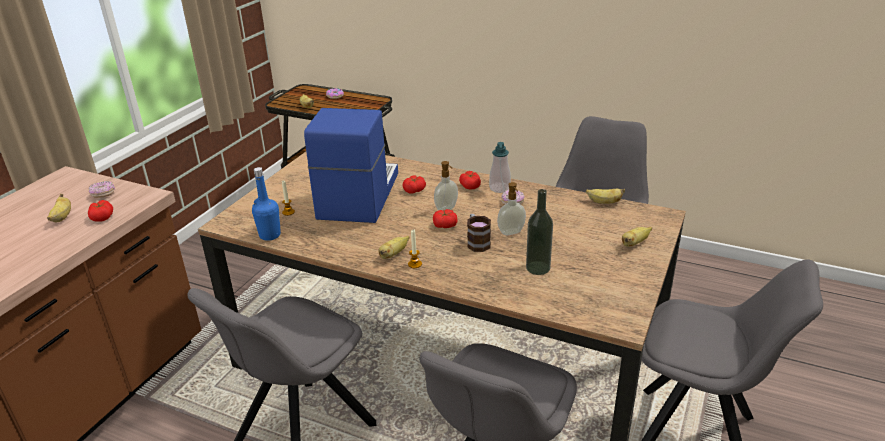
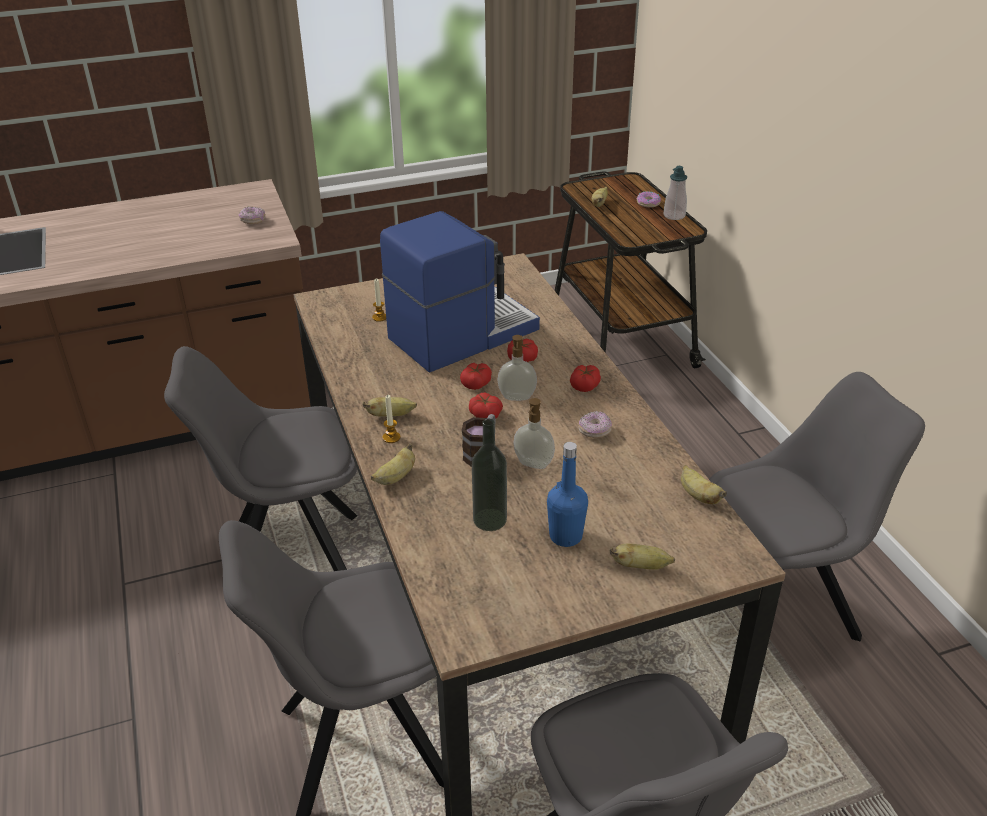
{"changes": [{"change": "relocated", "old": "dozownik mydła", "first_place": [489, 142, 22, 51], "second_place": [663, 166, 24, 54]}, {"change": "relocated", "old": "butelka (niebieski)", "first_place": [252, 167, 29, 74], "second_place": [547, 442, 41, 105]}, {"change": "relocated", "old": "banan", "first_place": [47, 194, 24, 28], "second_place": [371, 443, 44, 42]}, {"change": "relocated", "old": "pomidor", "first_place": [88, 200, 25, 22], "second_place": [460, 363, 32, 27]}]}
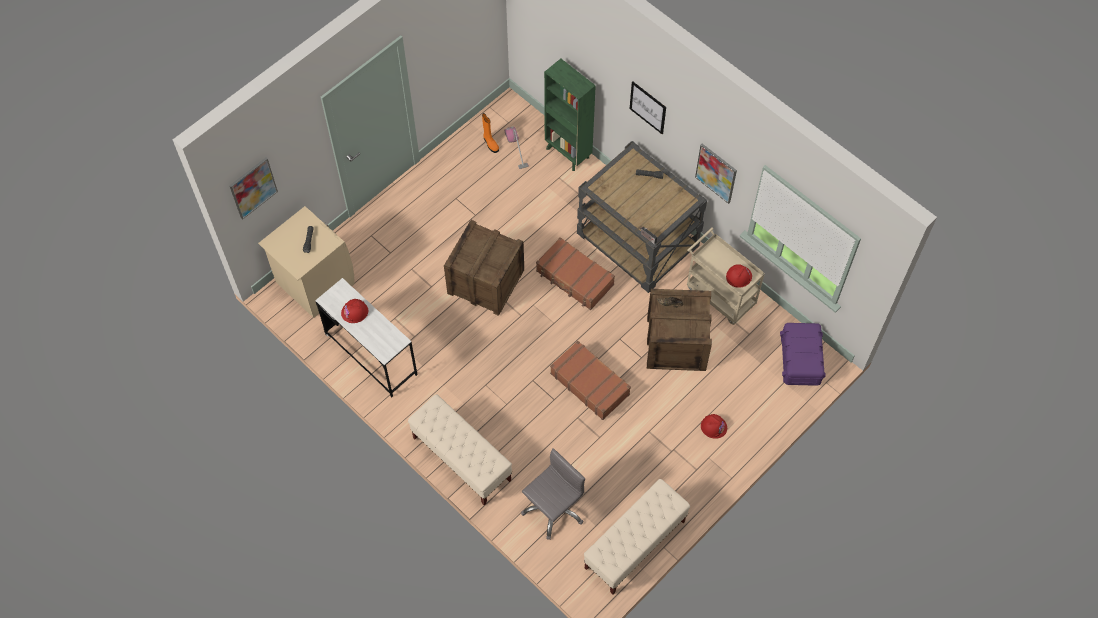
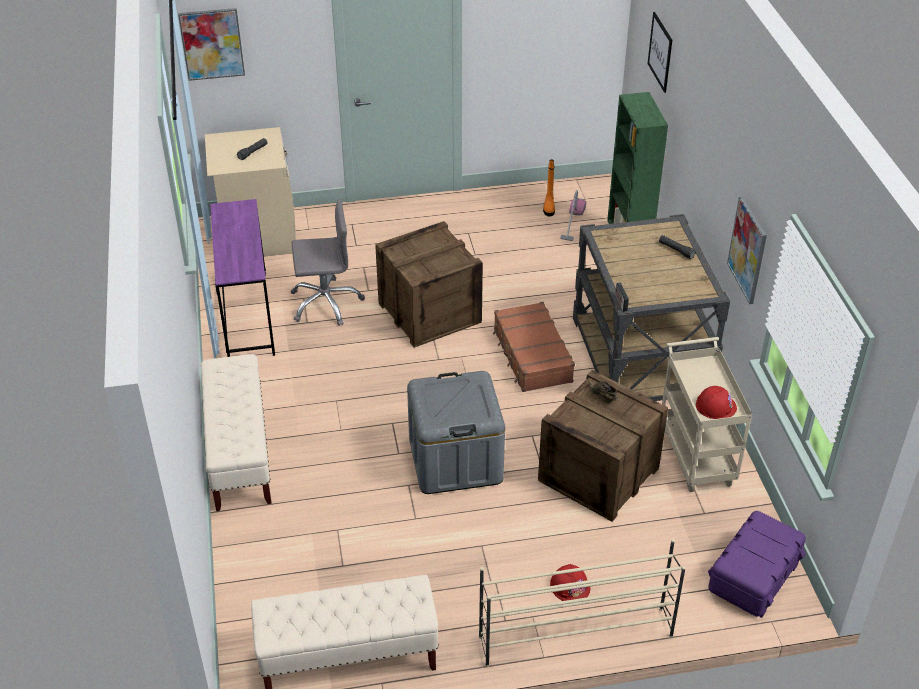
{"changes": [{"change": "relocated", "old": "obraz", "first_place": [630, 81, 36, 53], "second_place": [647, 12, 25, 81]}, {"change": "colour", "old": "biurko (biały)", "new": "biurko (fioletowy)", "first_place": [315, 278, 103, 119], "second_place": [210, 199, 65, 158]}, {"change": "missing", "old": "kask (czerwony)", "first_place": [341, 299, 27, 24]}, {"change": "exchanged", "old": "walizka (brązowy)", "new": "pojemnik do przechowywania (szary)", "first_place": [550, 341, 81, 79], "second_place": [407, 371, 98, 123]}, {"change": "relocated", "old": "krzesło biurowe (szary)", "first_place": [521, 448, 64, 92], "second_place": [291, 199, 74, 127]}, {"change": "appeared", "new": "regał na buty (beżowy)", "second_place": [479, 539, 207, 128]}]}
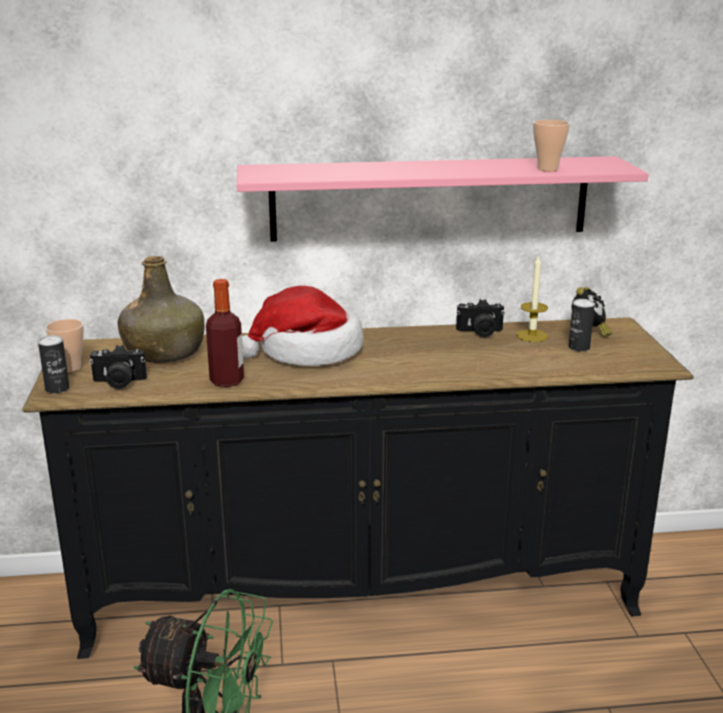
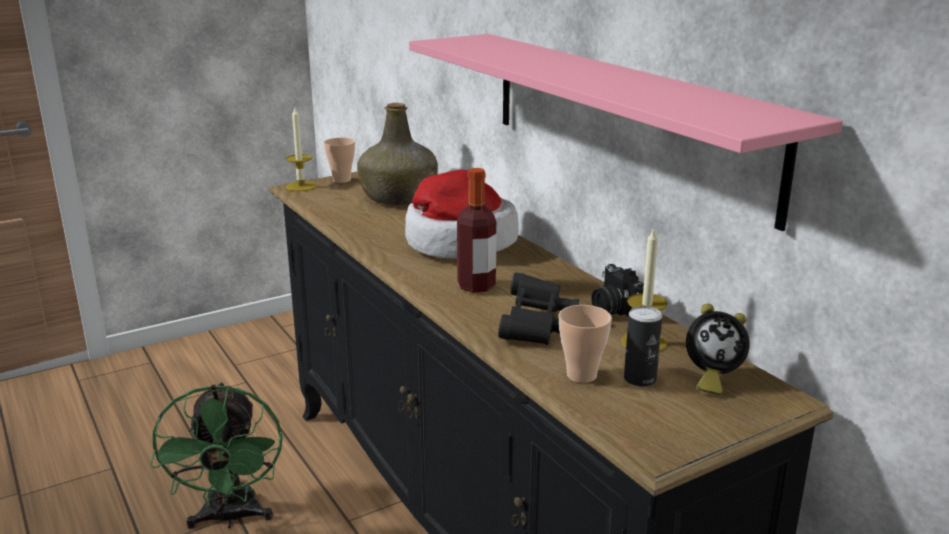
{"changes": [{"change": "relocated", "old": "filiżanka", "first_place": [533, 120, 37, 51], "second_place": [559, 305, 53, 78]}, {"change": "relocated", "old": "butelka", "first_place": [206, 279, 38, 108], "second_place": [457, 168, 39, 125]}, {"change": "exchanged", "old": "puszka", "new": "świeca", "first_place": [38, 335, 31, 59], "second_place": [286, 108, 31, 83]}, {"change": "missing", "old": "aparat fotograficzny", "first_place": [90, 345, 57, 44]}, {"change": "appeared", "new": "lornetka (czarny)", "second_place": [498, 273, 81, 72]}]}
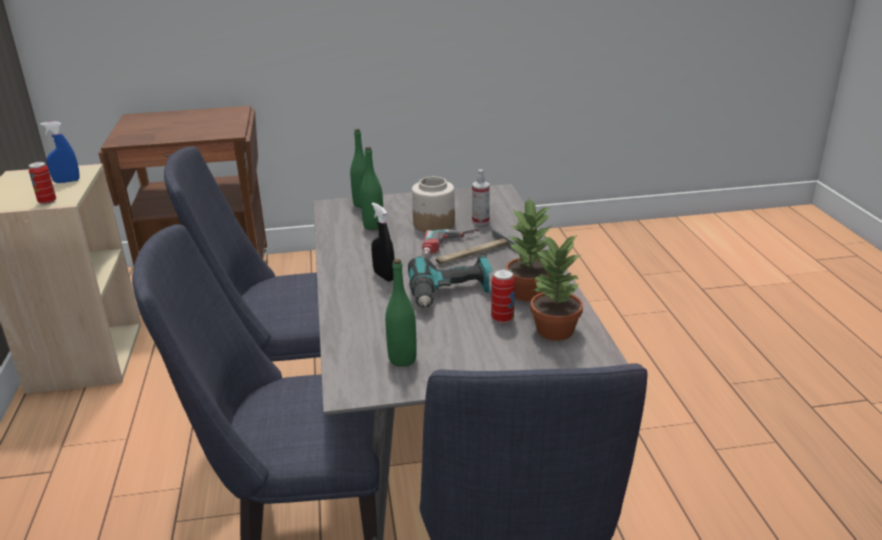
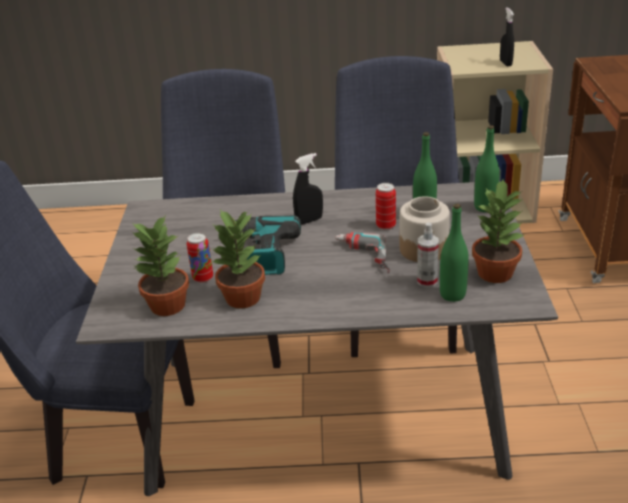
{"changes": [{"change": "colour", "old": "spryskiwacz (niebieski)", "new": "spryskiwacz (czarny)", "first_place": [40, 121, 40, 62], "second_place": [500, 7, 14, 59]}, {"change": "relocated", "old": "puszka", "first_place": [29, 162, 27, 43], "second_place": [376, 183, 20, 47]}, {"change": "missing", "old": "młotek", "first_place": [436, 228, 83, 37]}, {"change": "relocated", "old": "butelka (zielony)", "first_place": [385, 259, 32, 108], "second_place": [440, 204, 29, 98]}, {"change": "appeared", "new": "roślina doniczkowa", "second_place": [472, 179, 52, 104]}]}
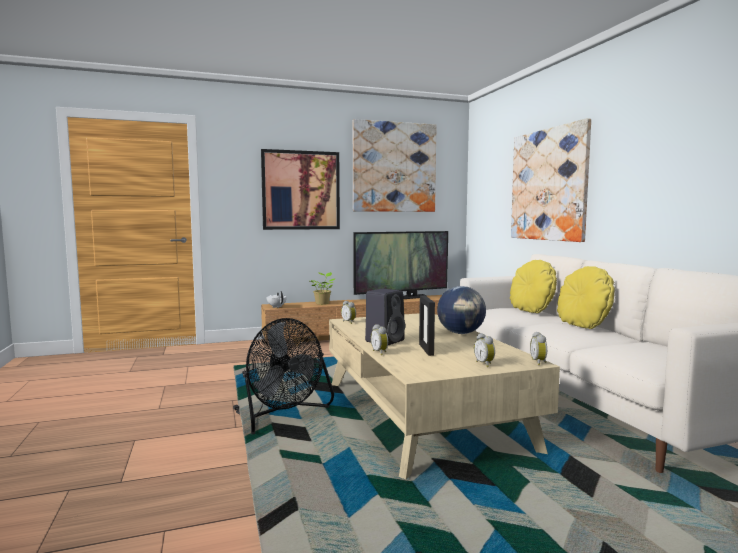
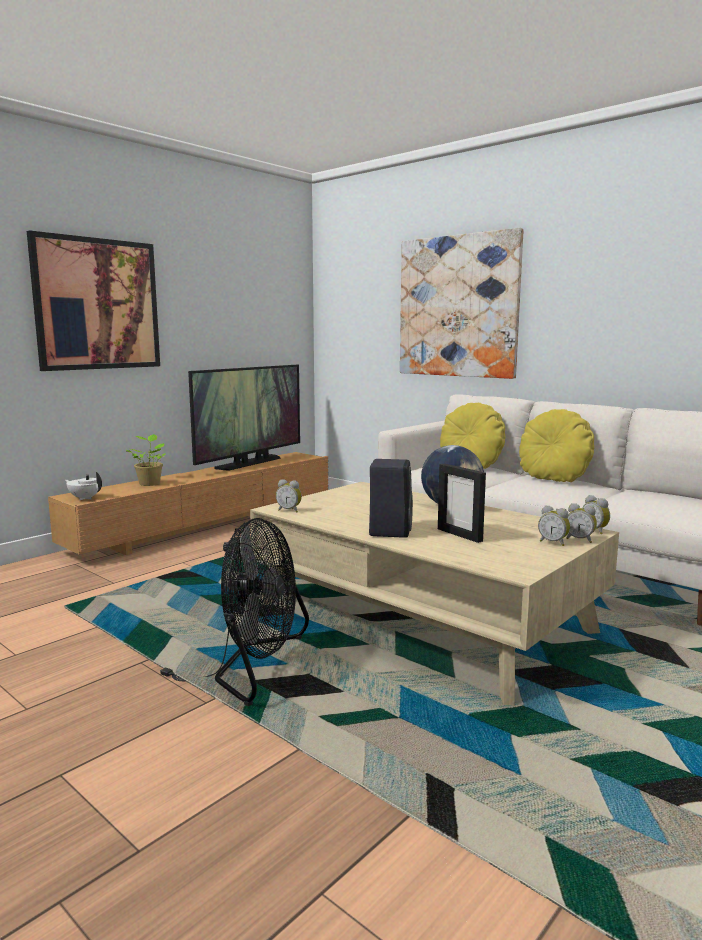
{"changes": [{"change": "missing", "old": "obraz", "first_place": [353, 119, 83, 93]}, {"change": "relocated", "old": "budzik", "first_place": [371, 324, 17, 31], "second_place": [566, 503, 31, 40]}]}
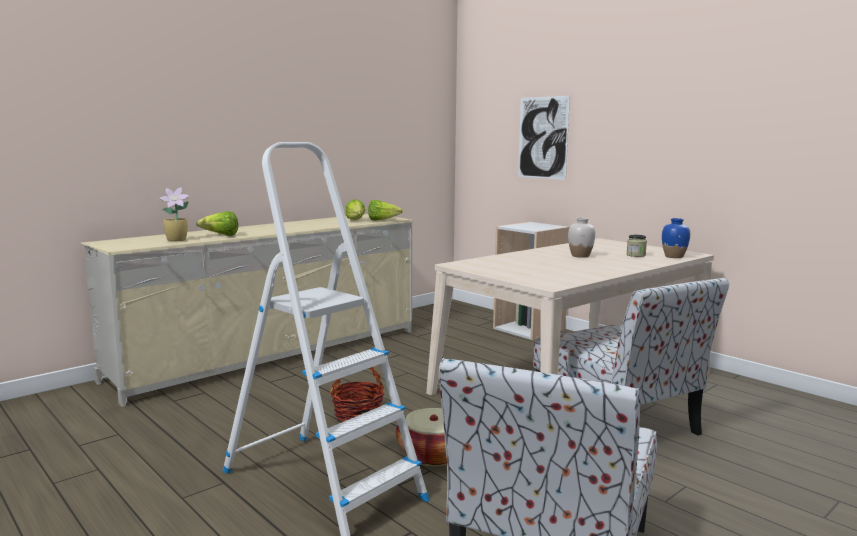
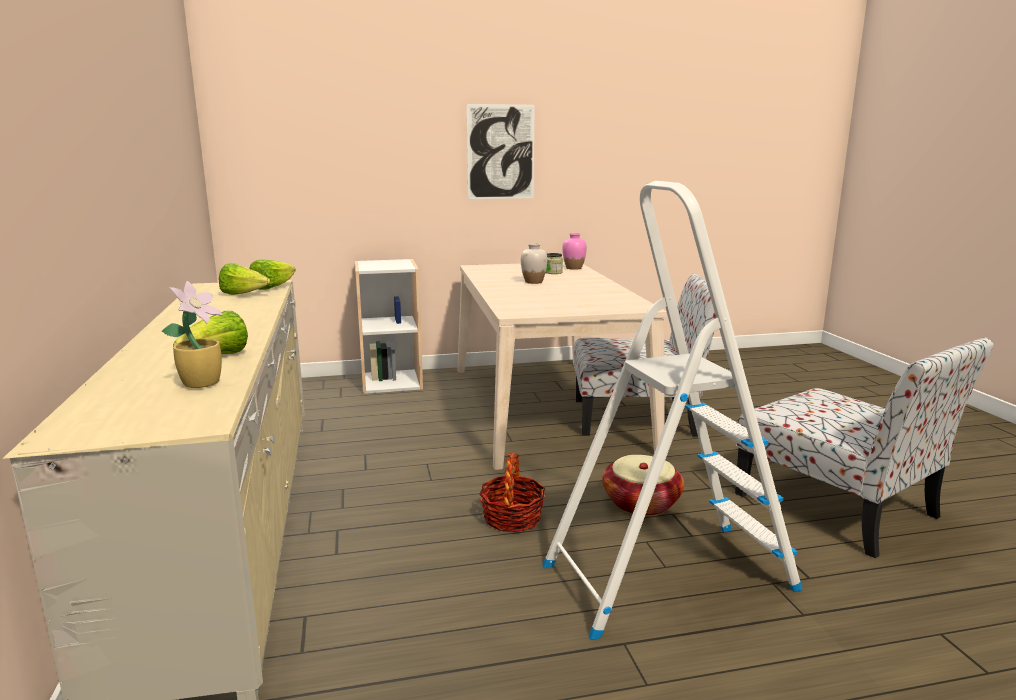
{"changes": [{"change": "relocated", "old": "obraz", "first_place": [518, 96, 52, 84], "second_place": [467, 104, 68, 95]}, {"change": "colour", "old": "wazon (niebieski)", "new": "wazon (różowy)", "first_place": [662, 218, 28, 40], "second_place": [562, 233, 25, 37]}]}
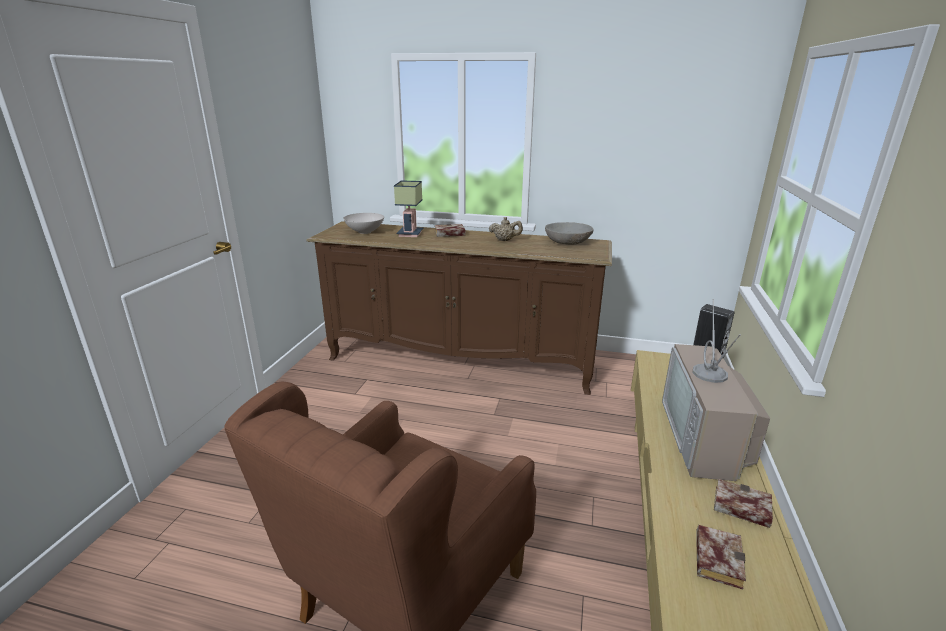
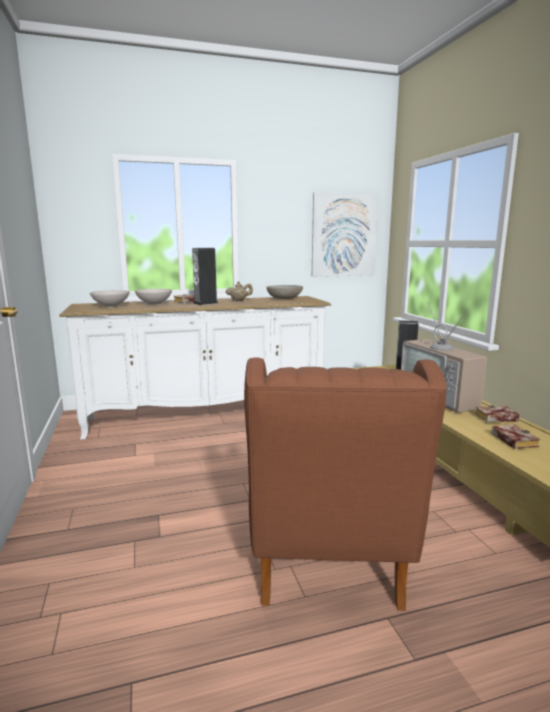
{"changes": [{"change": "exchanged", "old": "lampa stołowa", "new": "miska (biały)", "first_place": [394, 180, 29, 57], "second_place": [135, 289, 37, 16]}, {"change": "colour", "old": "szafka (brązowy)", "new": "szafka (biały)", "first_place": [306, 221, 306, 174], "second_place": [59, 296, 272, 144]}, {"change": "appeared", "new": "obraz", "second_place": [312, 192, 66, 85]}, {"change": "appeared", "new": "głośnik", "second_place": [192, 248, 26, 57]}]}
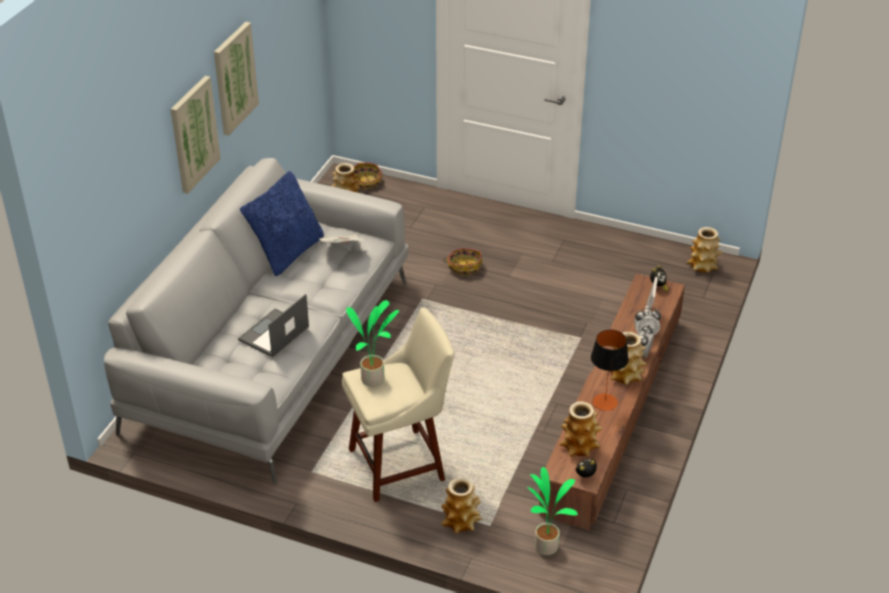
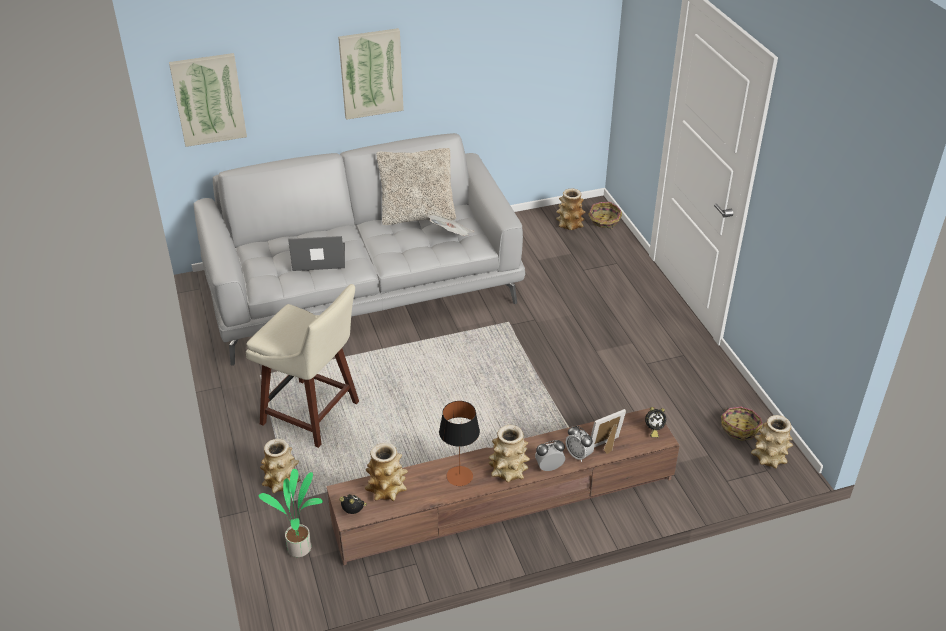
{"changes": [{"change": "relocated", "old": "obraz", "first_place": [214, 22, 45, 114], "second_place": [169, 53, 78, 94]}, {"change": "colour", "old": "poduszka (niebieski)", "new": "poduszka (beżowy)", "first_place": [240, 171, 84, 105], "second_place": [376, 148, 80, 77]}, {"change": "relocated", "old": "koszyk", "first_place": [442, 248, 40, 28], "second_place": [721, 407, 42, 34]}, {"change": "missing", "old": "roślina doniczkowa", "first_place": [346, 300, 53, 87]}]}
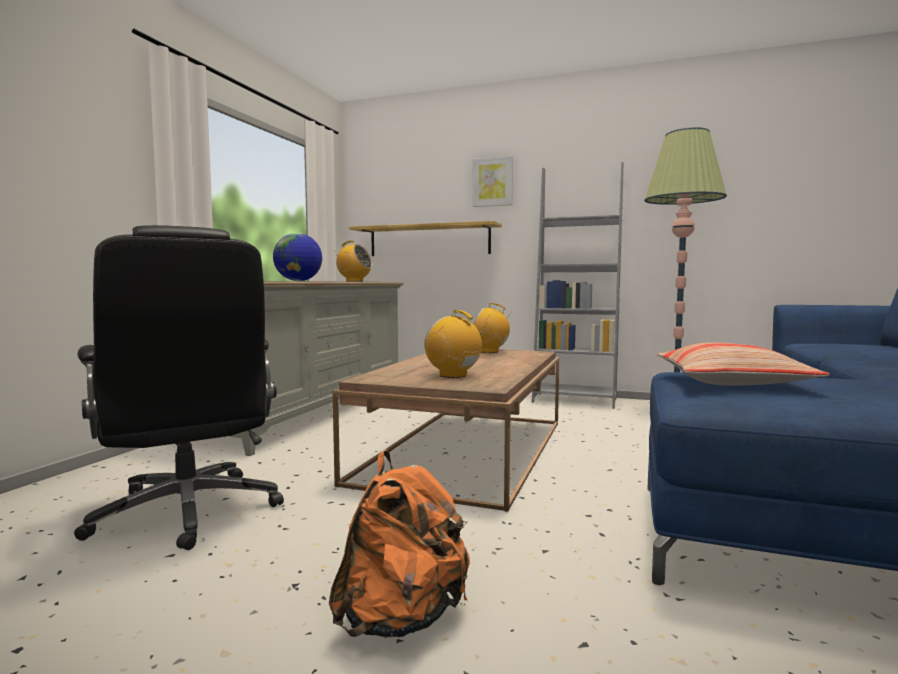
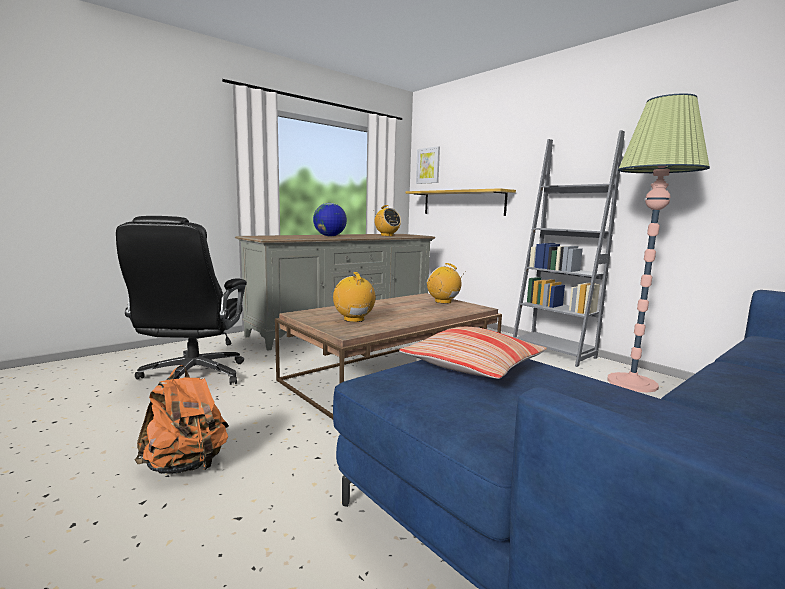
{"changes": [{"change": "relocated", "old": "obraz", "first_place": [472, 156, 41, 51], "second_place": [416, 146, 24, 38]}]}
